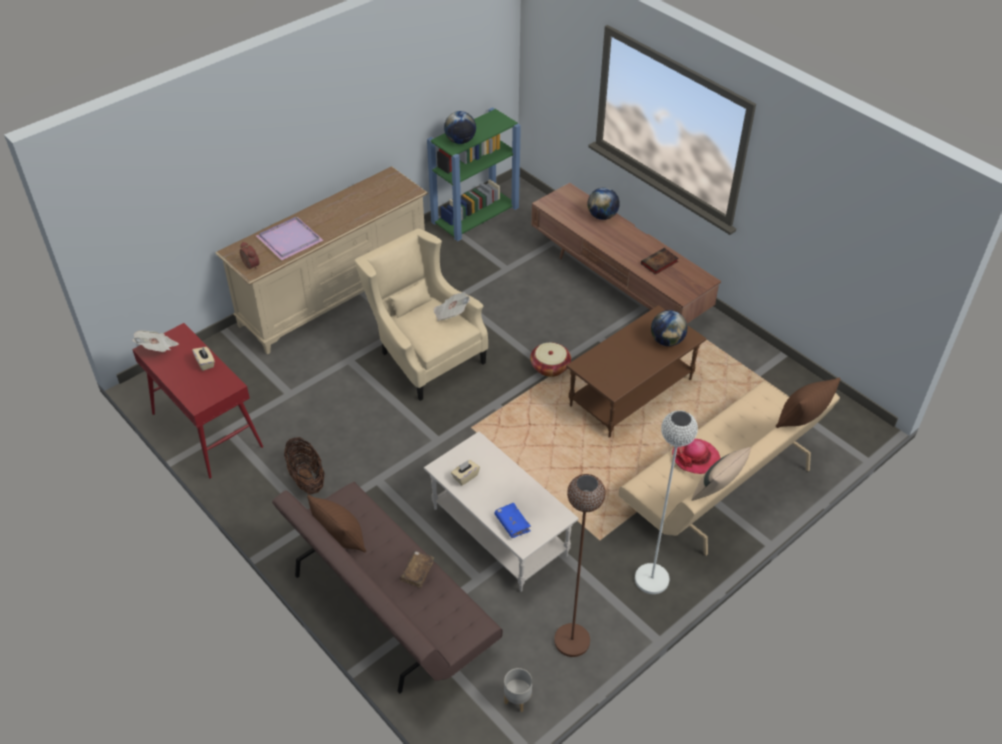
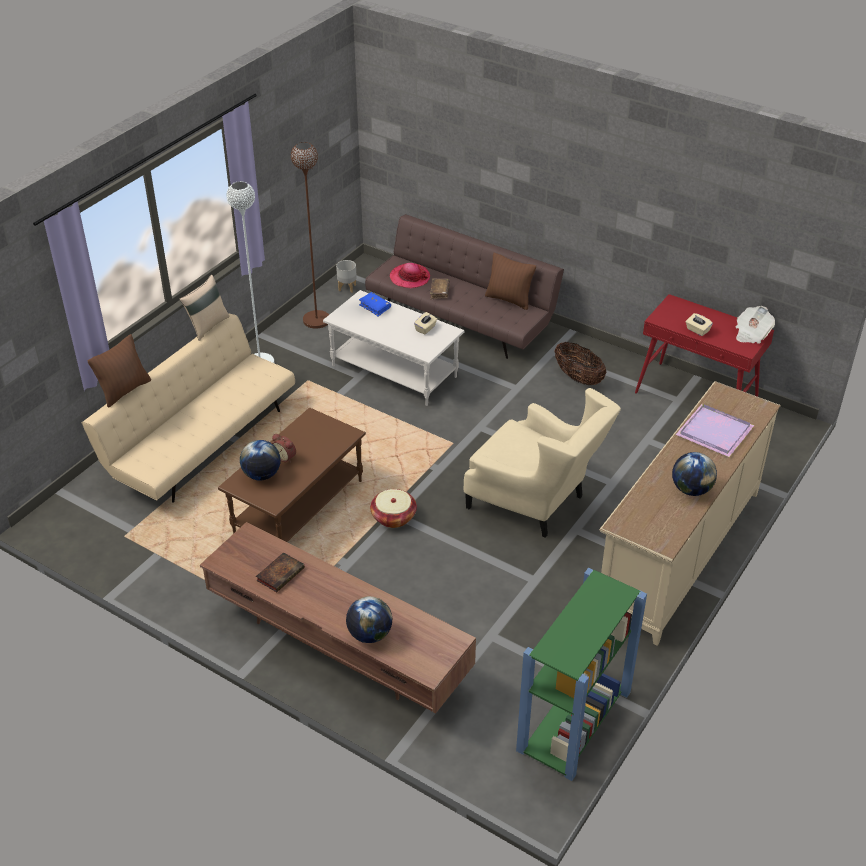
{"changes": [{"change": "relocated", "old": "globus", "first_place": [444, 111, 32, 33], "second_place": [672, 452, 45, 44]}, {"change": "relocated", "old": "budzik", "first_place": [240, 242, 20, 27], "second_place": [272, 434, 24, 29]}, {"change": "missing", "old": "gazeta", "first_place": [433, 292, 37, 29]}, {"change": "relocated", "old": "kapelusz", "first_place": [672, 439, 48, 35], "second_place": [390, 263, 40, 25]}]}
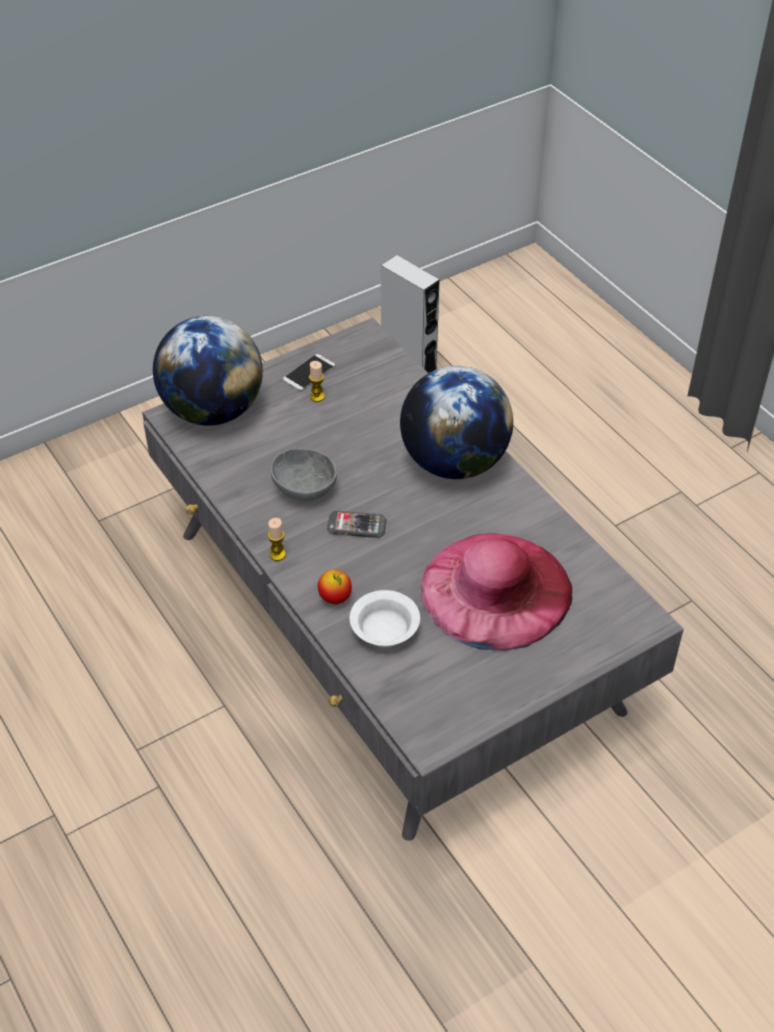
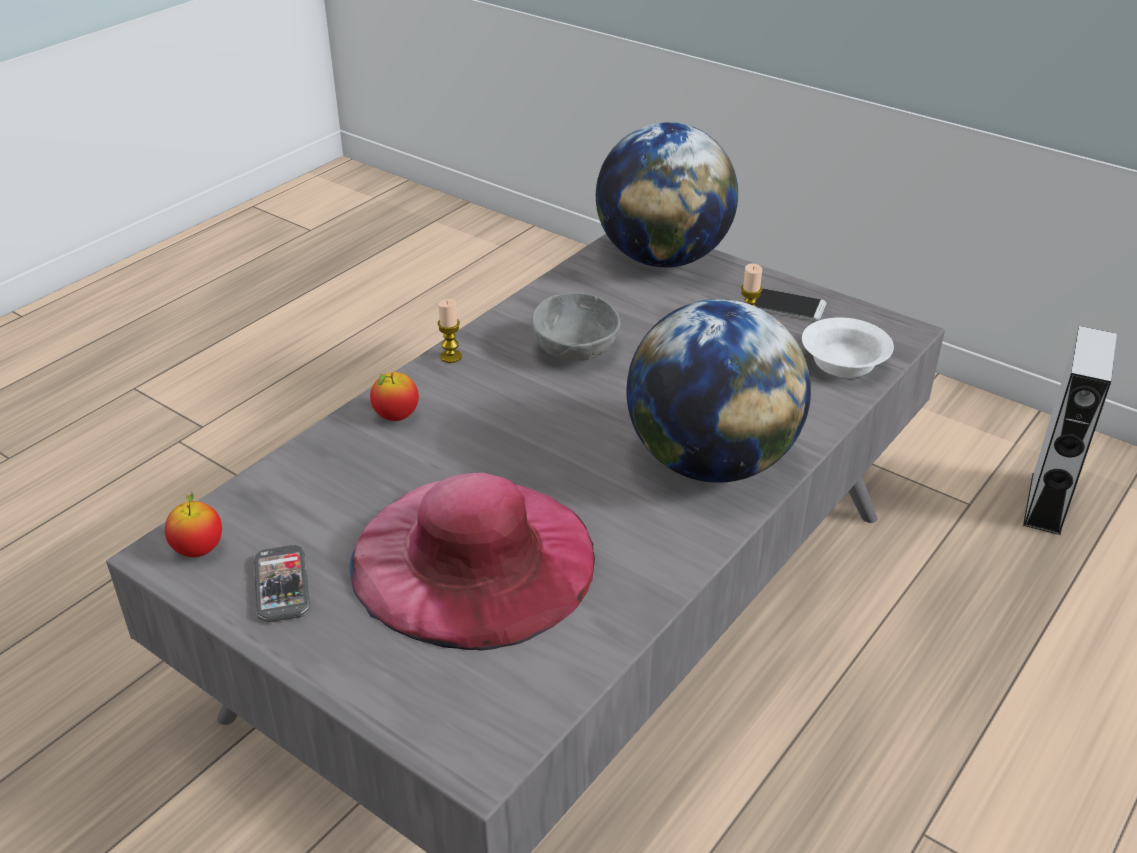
{"changes": [{"change": "relocated", "old": "telefon", "first_place": [327, 511, 59, 27], "second_place": [254, 545, 56, 78]}, {"change": "relocated", "old": "miska (biały)", "first_place": [350, 590, 70, 57], "second_place": [802, 317, 92, 61]}, {"change": "appeared", "new": "jabłko", "second_place": [165, 492, 57, 65]}]}
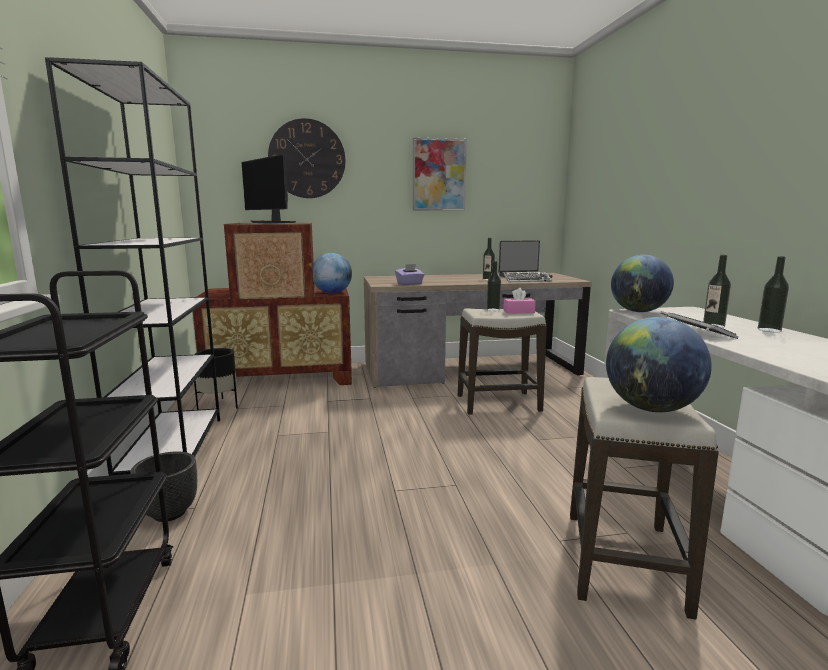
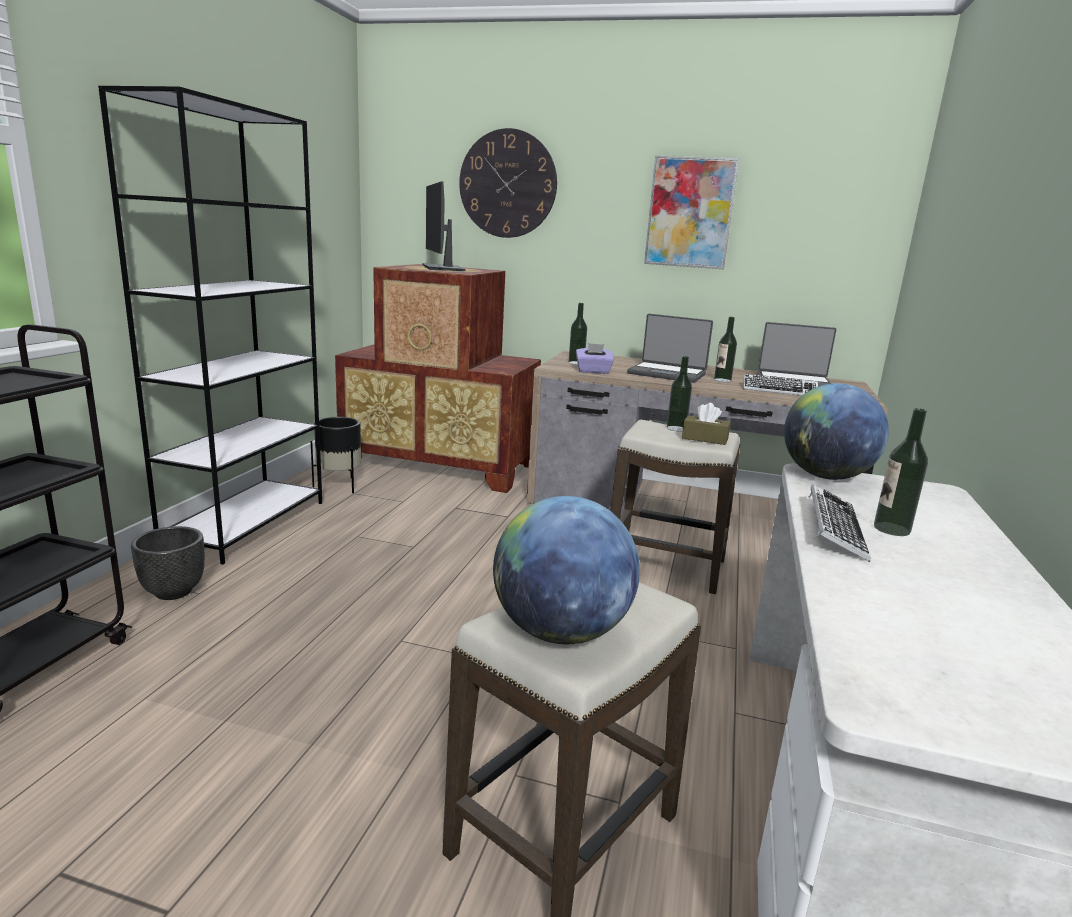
{"changes": [{"change": "missing", "old": "globus", "first_place": [312, 253, 40, 41]}, {"change": "relocated", "old": "butelka", "first_place": [758, 256, 31, 76], "second_place": [569, 303, 18, 62]}, {"change": "colour", "old": "pudełko chusteczek (różowy)", "new": "pudełko chusteczek (brązowy)", "first_place": [503, 288, 33, 26], "second_place": [682, 403, 49, 42]}, {"change": "appeared", "new": "laptop", "second_place": [627, 314, 86, 69]}]}
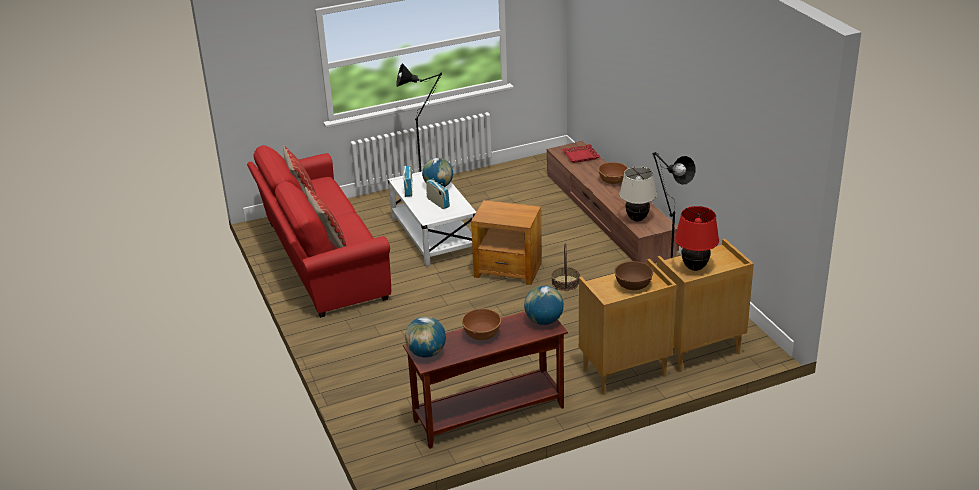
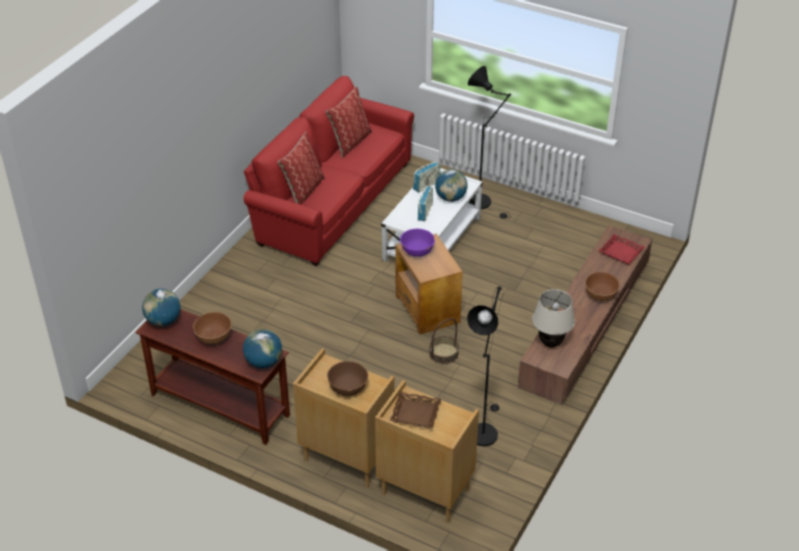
{"changes": [{"change": "exchanged", "old": "lampa stołowa (czerwony)", "new": "taca (brązowy)", "first_place": [675, 206, 44, 65], "second_place": [390, 391, 51, 37]}, {"change": "appeared", "new": "miska (fioletowy)", "second_place": [400, 229, 35, 28]}]}
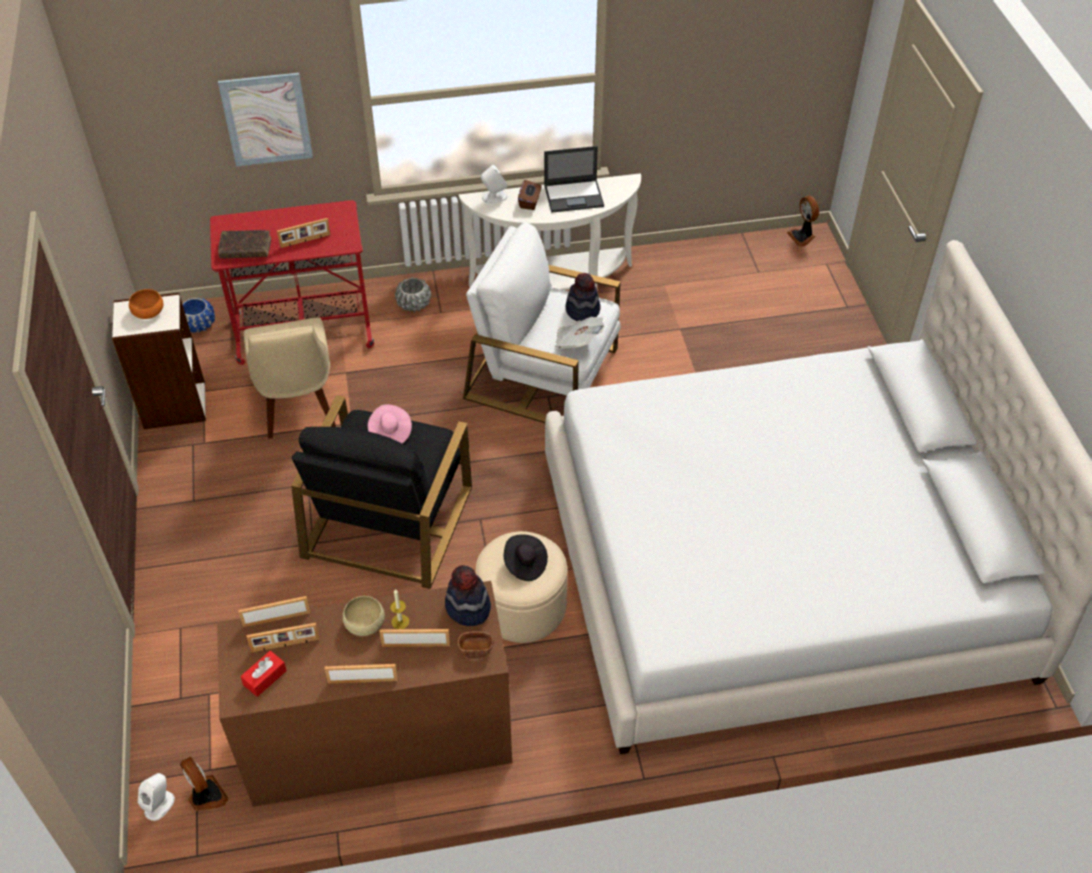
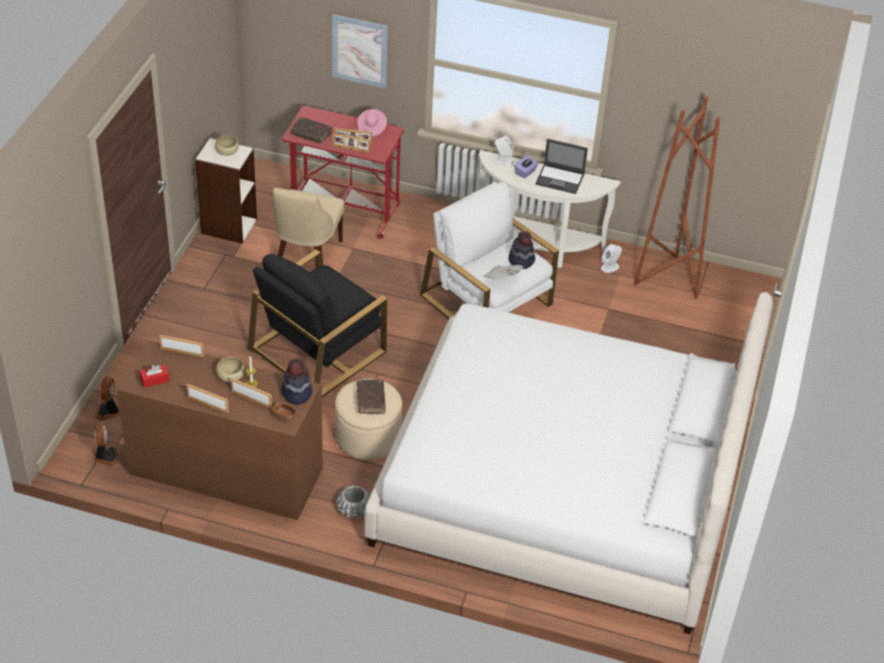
{"changes": [{"change": "colour", "old": "pudełko chusteczek (brązowy)", "new": "pudełko chusteczek (fioletowy)", "first_place": [518, 180, 23, 30], "second_place": [514, 155, 25, 23]}, {"change": "relocated", "old": "wentylator", "first_place": [787, 196, 32, 51], "second_place": [96, 377, 24, 43]}, {"change": "relocated", "old": "donica (szary)", "first_place": [395, 278, 36, 34], "second_place": [336, 485, 34, 34]}, {"change": "colour", "old": "miska (pomarańczowy)", "new": "miska (beżowy)", "first_place": [129, 289, 34, 30], "second_place": [215, 135, 24, 21]}, {"change": "missing", "old": "donica (niebieski)", "first_place": [182, 298, 33, 35]}, {"change": "relocated", "old": "kapelusz (różowy)", "first_place": [368, 405, 44, 39], "second_place": [357, 109, 30, 28]}, {"change": "exchanged", "old": "kapelusz (czarny)", "new": "książka (brązowy)", "first_place": [504, 534, 44, 47], "second_place": [357, 379, 29, 35]}, {"change": "relocated", "old": "ramka na zdjęcie", "first_place": [247, 623, 73, 29], "second_place": [333, 133, 37, 20]}, {"change": "relocated", "old": "głośnik (biały)", "first_place": [138, 773, 37, 48], "second_place": [601, 244, 21, 29]}, {"change": "appeared", "new": "wieszak (brązowy)", "second_place": [634, 96, 86, 203]}]}
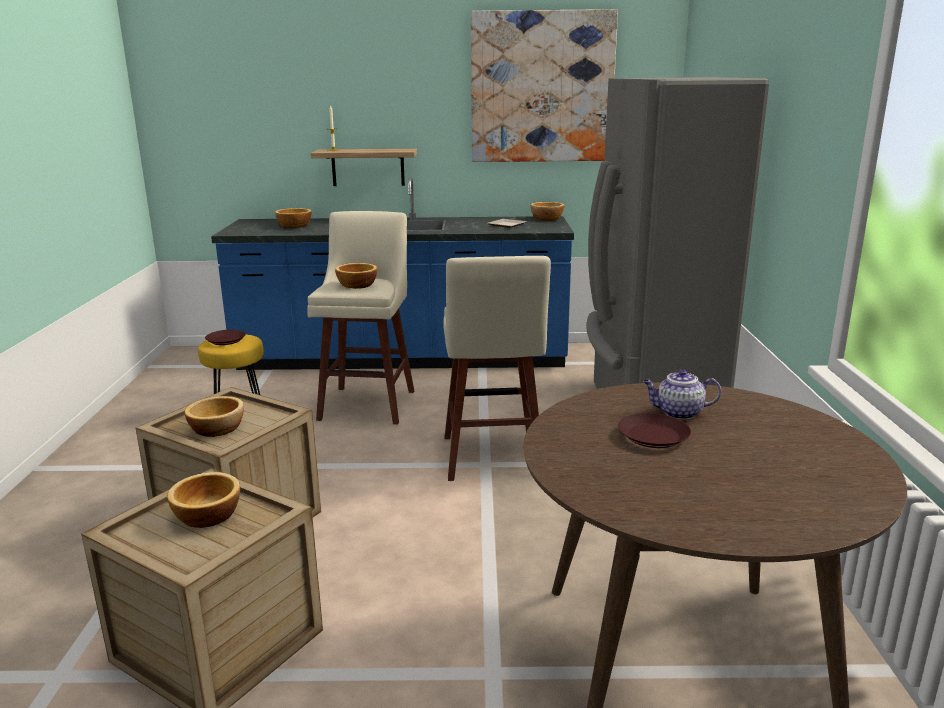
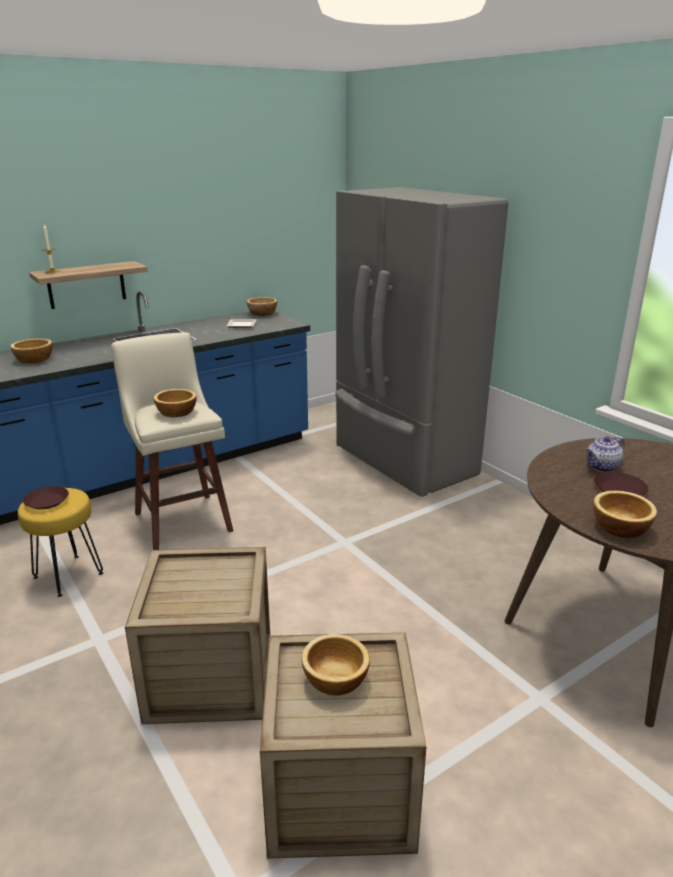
{"changes": [{"change": "missing", "old": "obraz", "first_place": [471, 9, 147, 153]}, {"change": "missing", "old": "stołek (beżowy)", "first_place": [443, 256, 108, 225]}, {"change": "relocated", "old": "miska", "first_place": [184, 396, 60, 41], "second_place": [593, 491, 64, 47]}]}
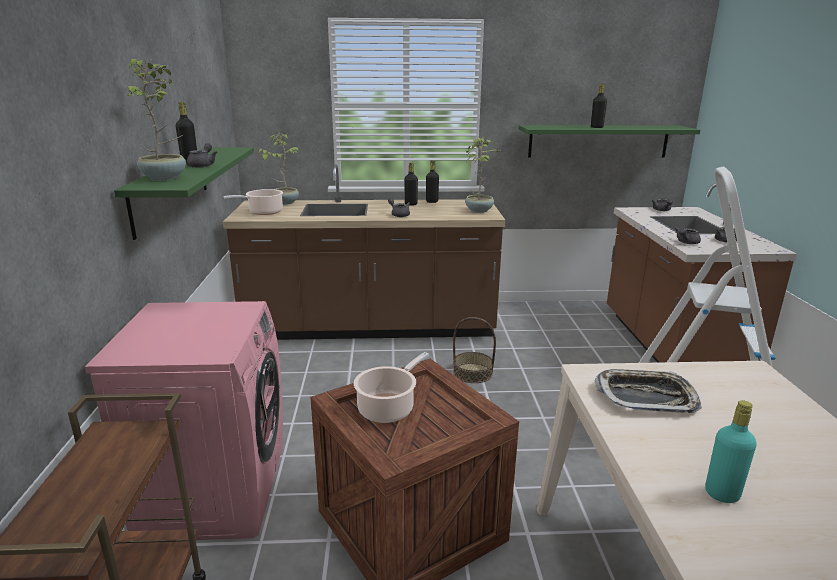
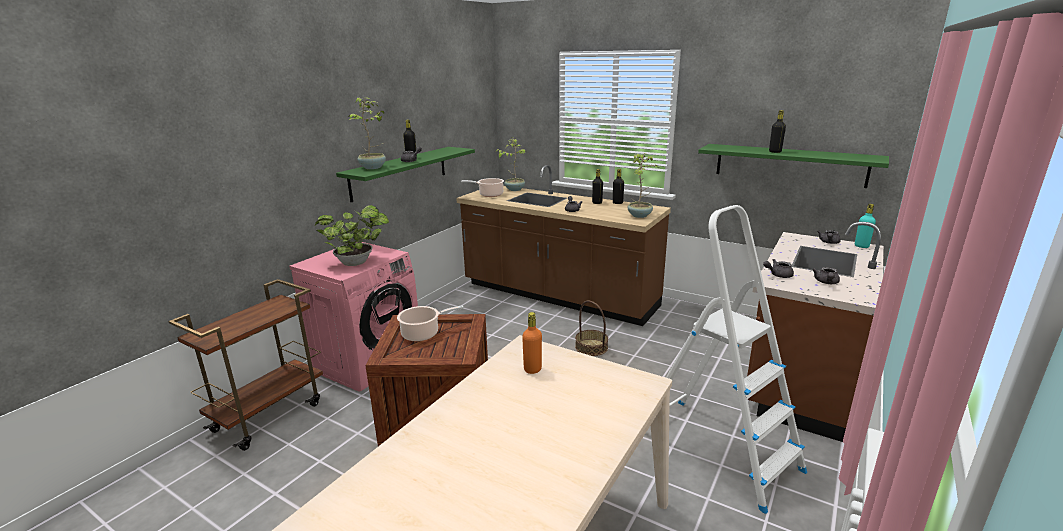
{"changes": [{"change": "exchanged", "old": "taca", "new": "butelka (pomarańczowy)", "first_place": [595, 369, 107, 44], "second_place": [522, 312, 20, 62]}, {"change": "relocated", "old": "butelka (turkusowy)", "first_place": [705, 400, 52, 103], "second_place": [855, 204, 21, 44]}, {"change": "appeared", "new": "roślina doniczkowa", "second_place": [315, 205, 74, 61]}]}
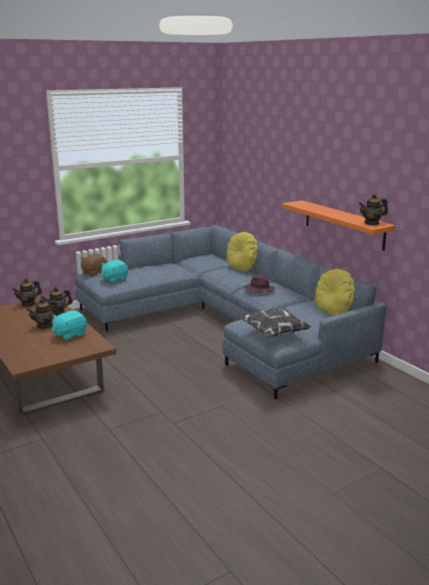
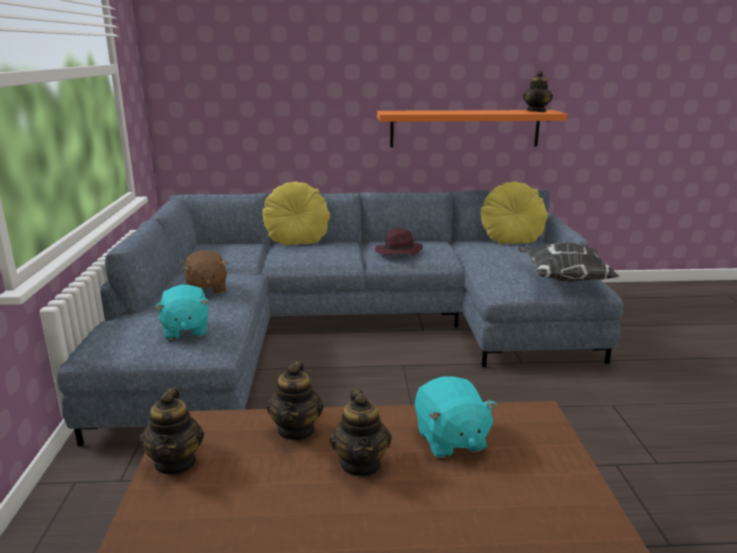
{"changes": [{"change": "relocated", "old": "pluszak (brązowy)", "first_place": [81, 254, 26, 22], "second_place": [183, 250, 45, 44]}]}
